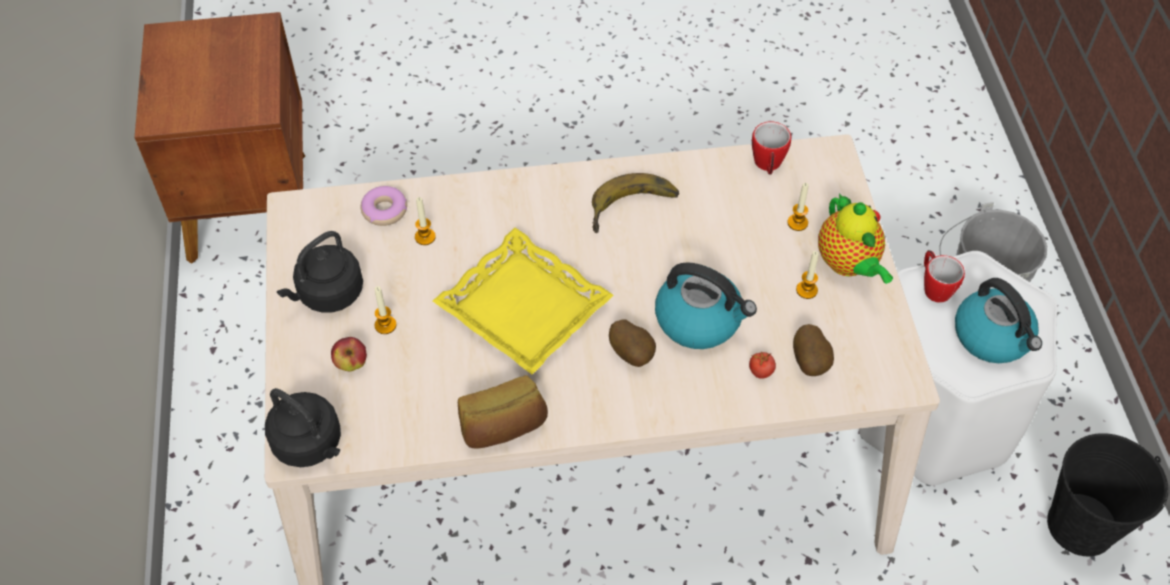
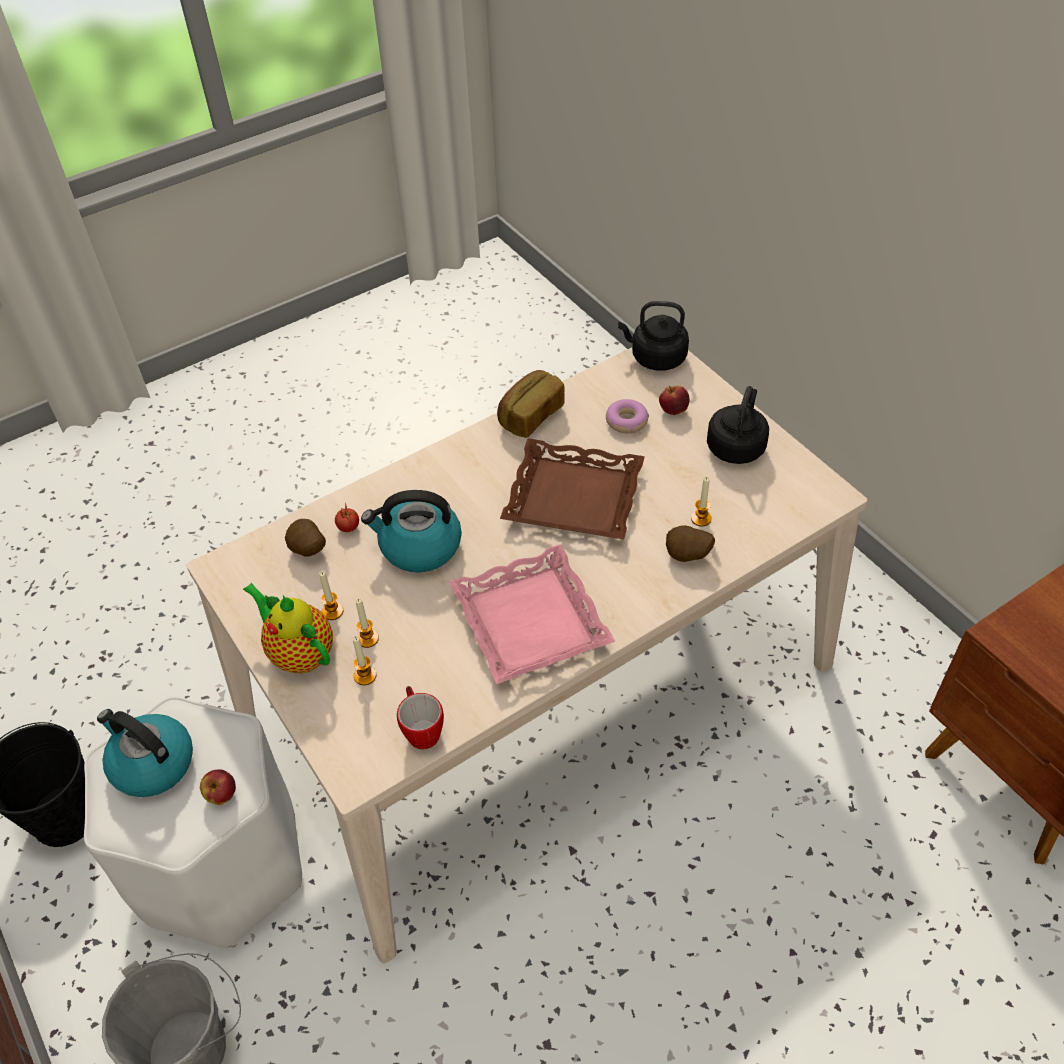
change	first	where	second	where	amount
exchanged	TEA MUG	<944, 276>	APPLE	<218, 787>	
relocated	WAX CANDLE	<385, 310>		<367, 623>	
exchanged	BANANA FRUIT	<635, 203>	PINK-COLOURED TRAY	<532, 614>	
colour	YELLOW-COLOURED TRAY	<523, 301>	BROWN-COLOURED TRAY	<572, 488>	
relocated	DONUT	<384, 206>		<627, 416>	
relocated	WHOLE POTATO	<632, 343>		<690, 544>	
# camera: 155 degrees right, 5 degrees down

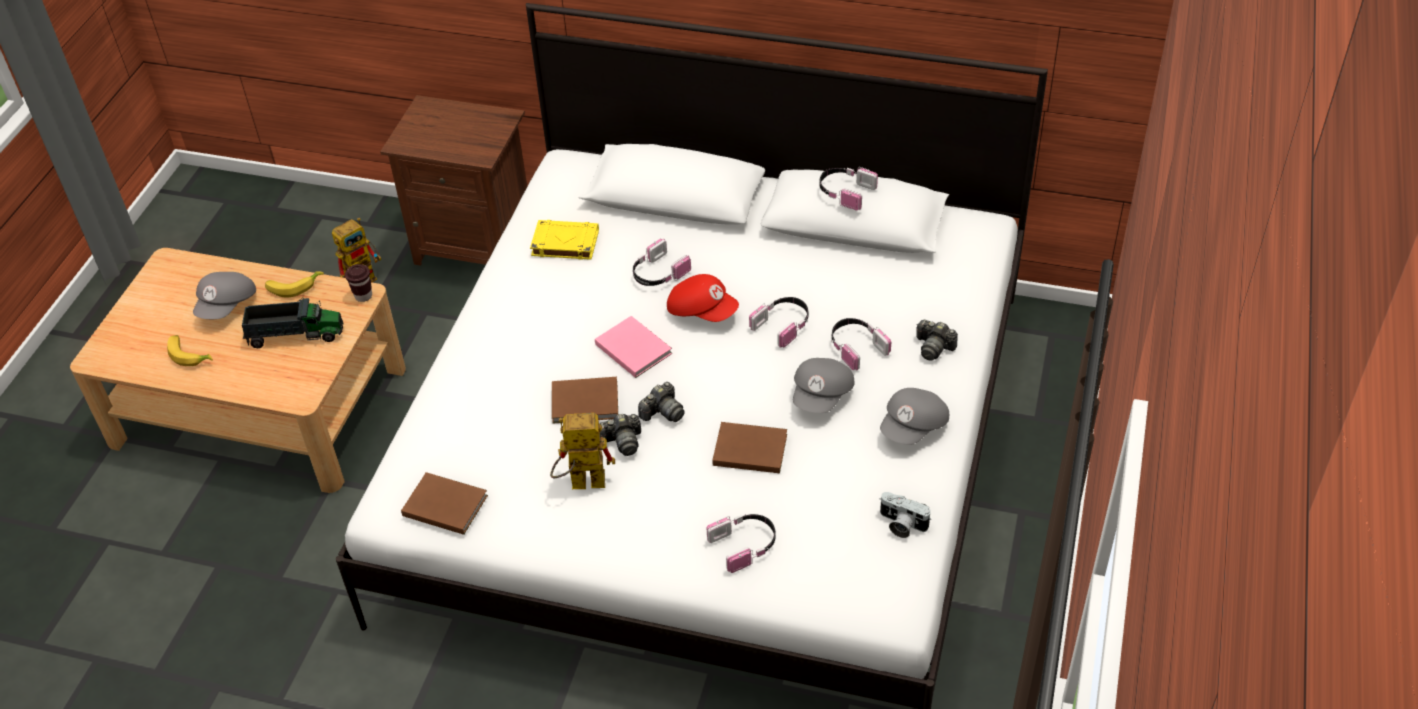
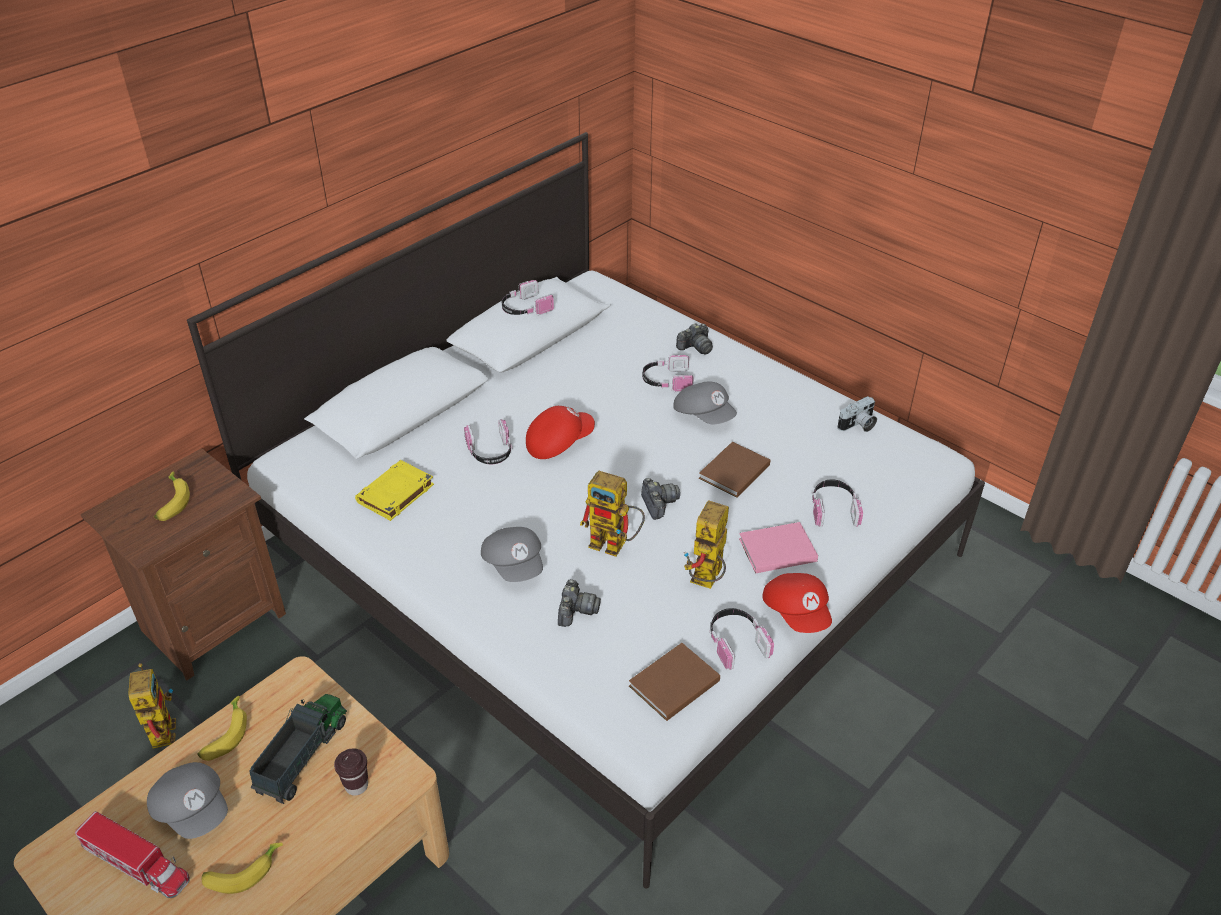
change	first	where	second	where	amount
appeared			TOY TRUCK	<132, 854>	
appeared			BANANA FRUIT	<172, 496>	
relocated	BROWN-COLOURED DRINKING CUP	<358, 283>		<351, 772>	
relocated	GREY PEAKED CAP	<914, 416>		<512, 554>	
relocated	STILL CAMERA	<620, 435>		<579, 603>	
exchanged	BROWN-COLOURED VOLUME	<585, 400>	TOY ROBOT	<612, 514>	
relocated	HEADPHONES	<778, 322>		<741, 639>	
relocated	PINK-COLOURED VOLUME	<633, 347>		<778, 547>	
appeared			RED-COLOURED PEAKED CAP	<797, 603>	
# camera: 65 degrees left, 5 degrees down

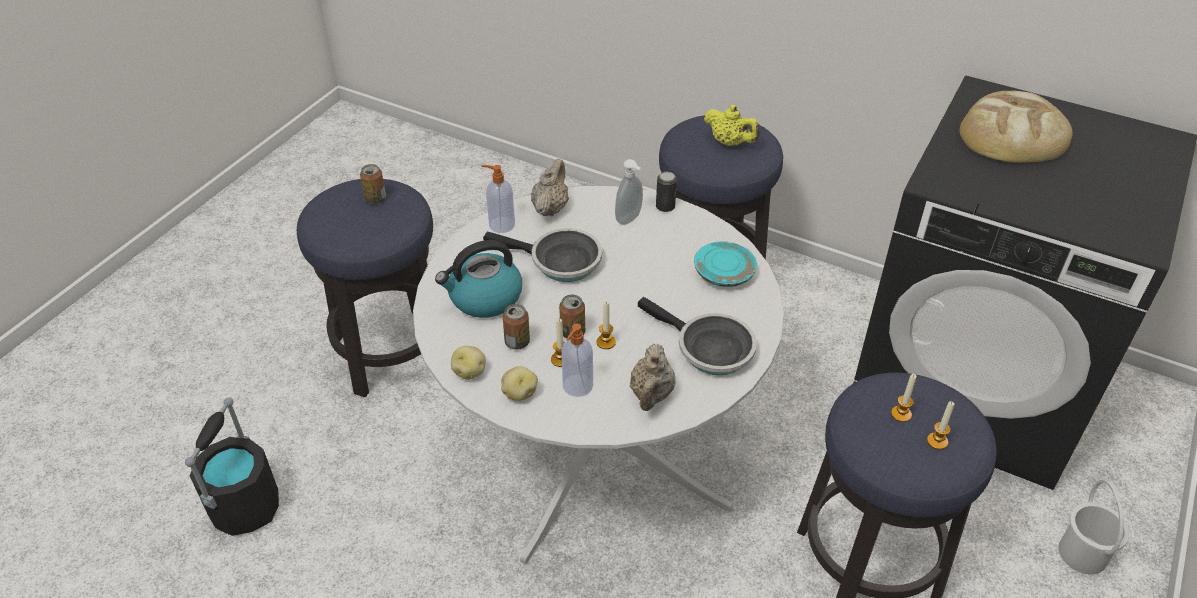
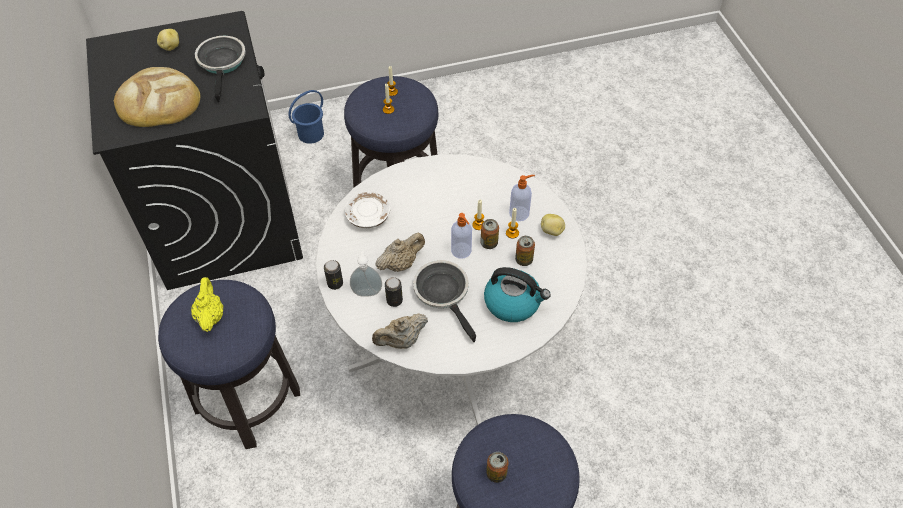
change	first	where	second	where	amount
relocated	WHOLE POTATO	<468, 363>		<168, 40>	
relocated	PAN	<697, 336>		<220, 69>	
colour	WHITE WATER BUCKET	<1093, 527>	BLUE-COLOURED WATER BUCKET	<306, 117>	
colour	TURQUOISE-COLOURED PLATE	<725, 264>	WHITE PLATE	<367, 210>	
relocated	BEIGE-COLOURED POT FOR TEA	<652, 377>		<400, 252>	
appeared			CAN	<394, 292>	
relocated	SOAP DISPENSER	<498, 199>		<461, 236>	
missing	BLACKISH WATER BUCKET	<232, 466>			
# camera: 135 degrees left, 10 degrees up

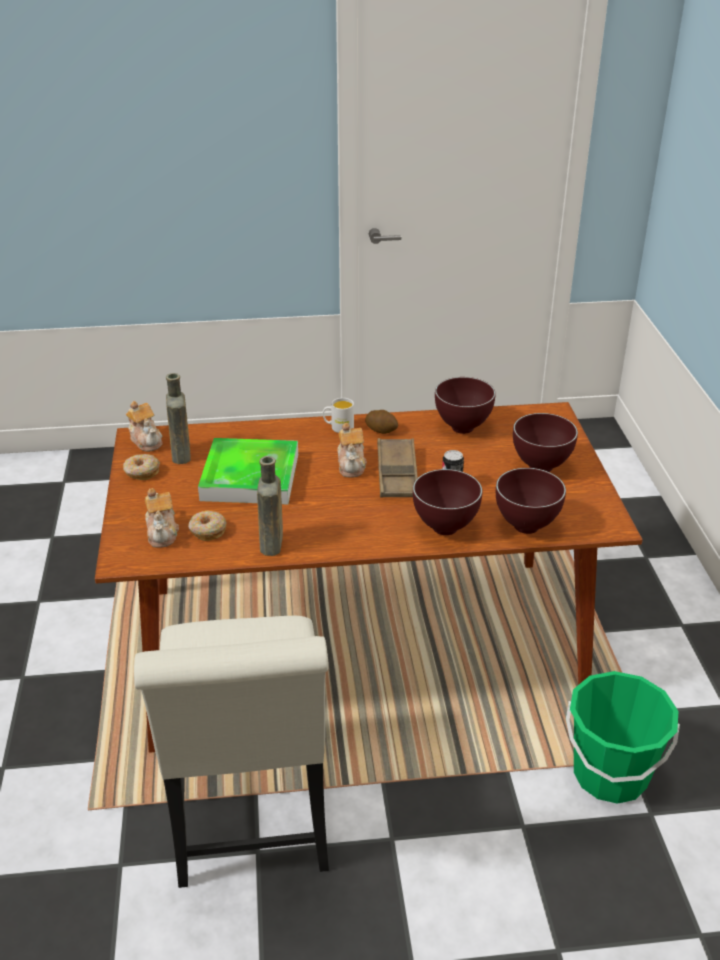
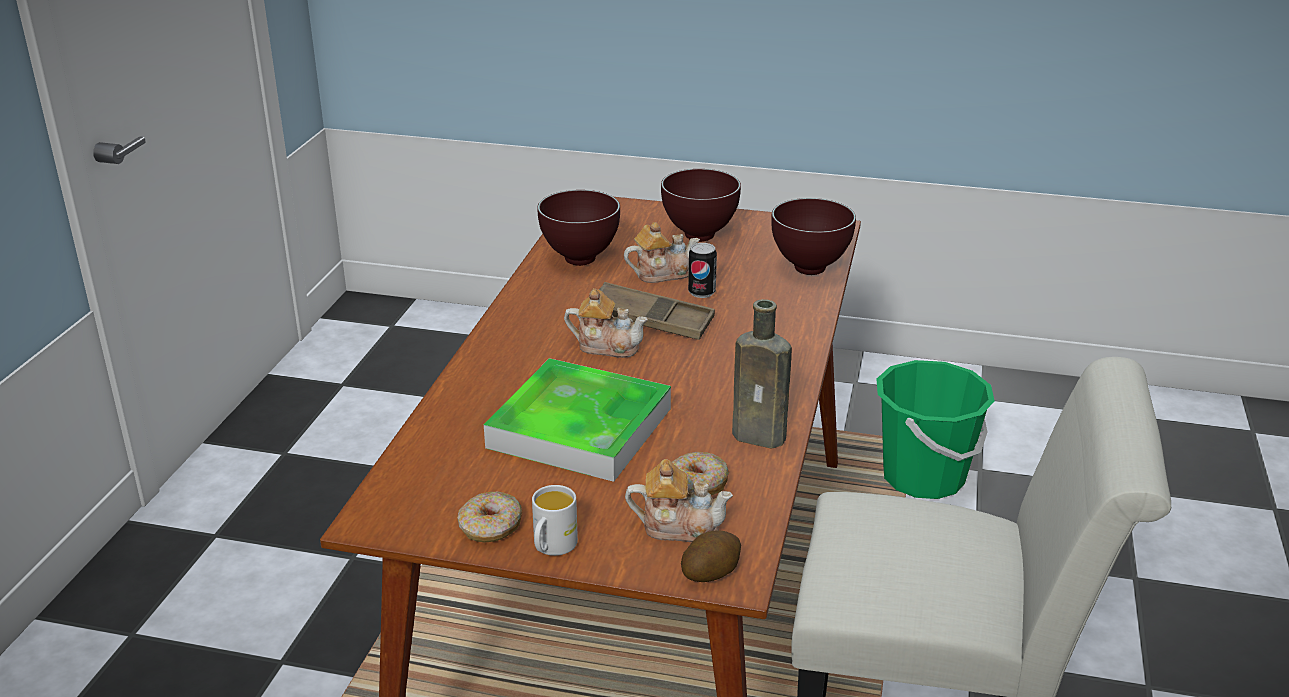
change	first	where	second	where	amount
relocated	WHITE TEA MUG	<338, 415>		<555, 520>	
relocated	POT FOR TEA	<144, 426>		<662, 252>	
relocated	WHOLE POTATO	<381, 422>		<711, 556>	
missing	BROWN-COLOURED BEVERAGE BOTTLE	<178, 418>			
missing	BROWN-COLOURED SERVING BOWL	<448, 502>			
# camera: 70 degrees left, 5 degrees down

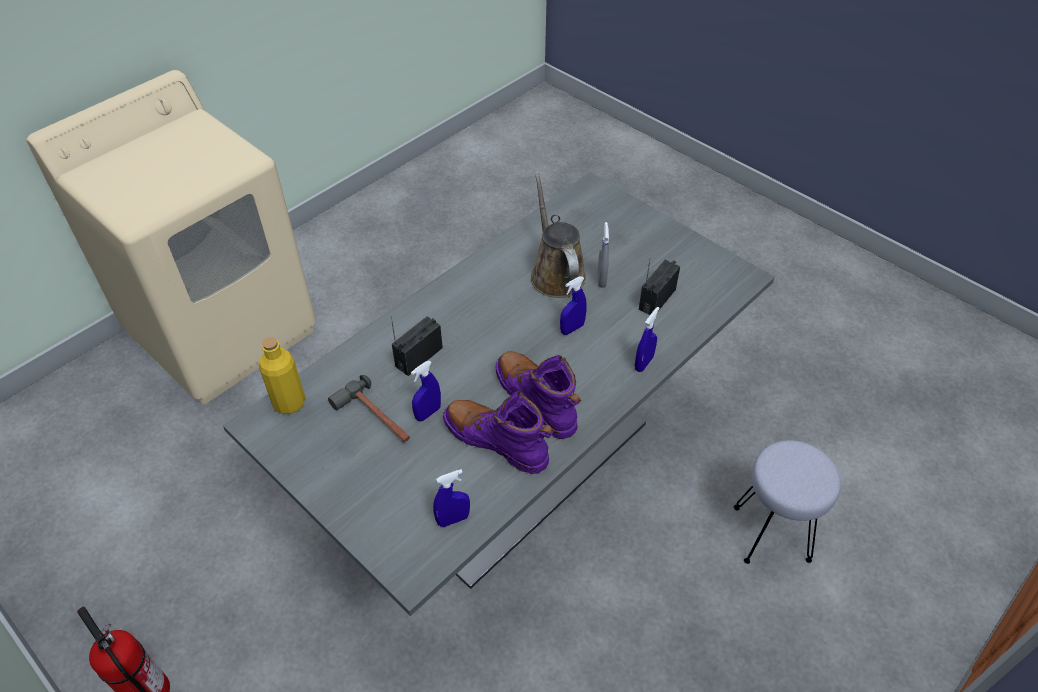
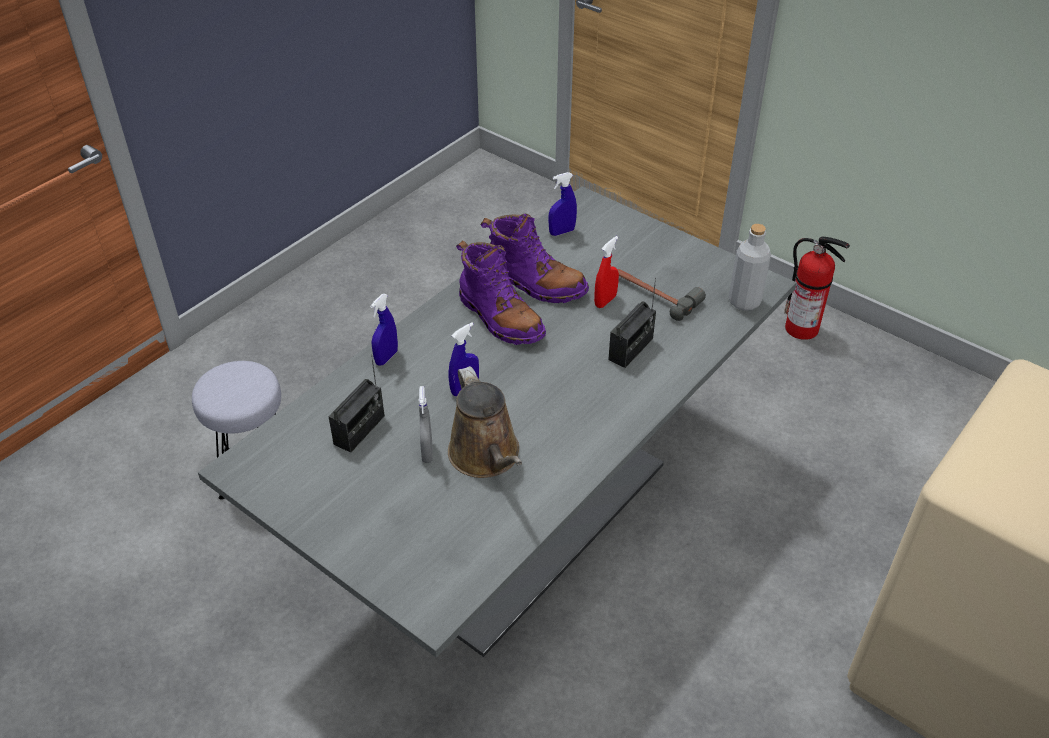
change	first	where	second	where	amount
colour	BLUE-COLOURED SPRAYER	<426, 391>	RED-COLOURED SPRAYER	<606, 272>	
colour	YELLOW-COLOURED BEVERAGE BOTTLE	<282, 375>	GREY BEVERAGE BOTTLE	<750, 267>	
# camera: 175 degrees right, 5 degrees down

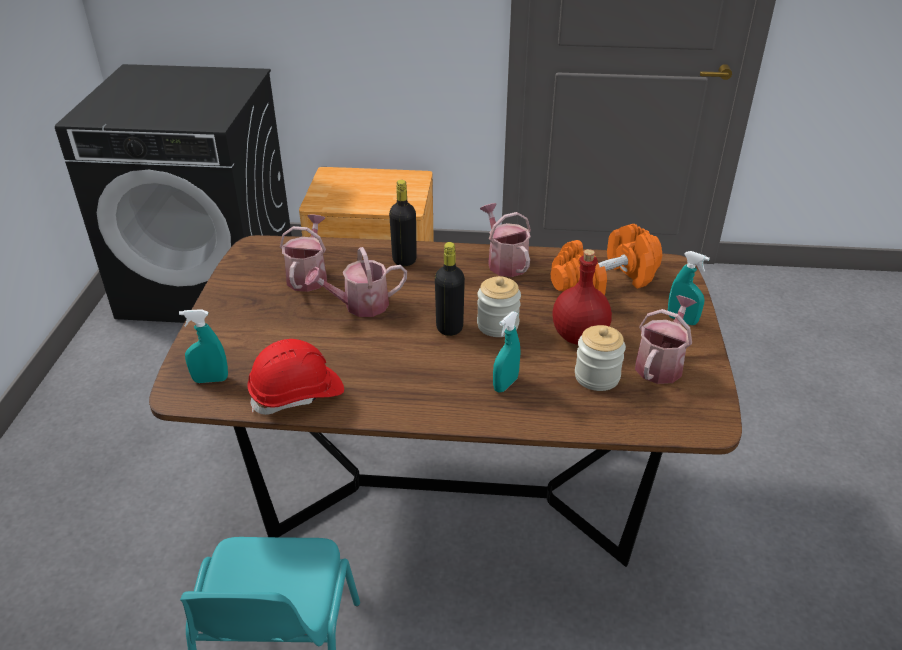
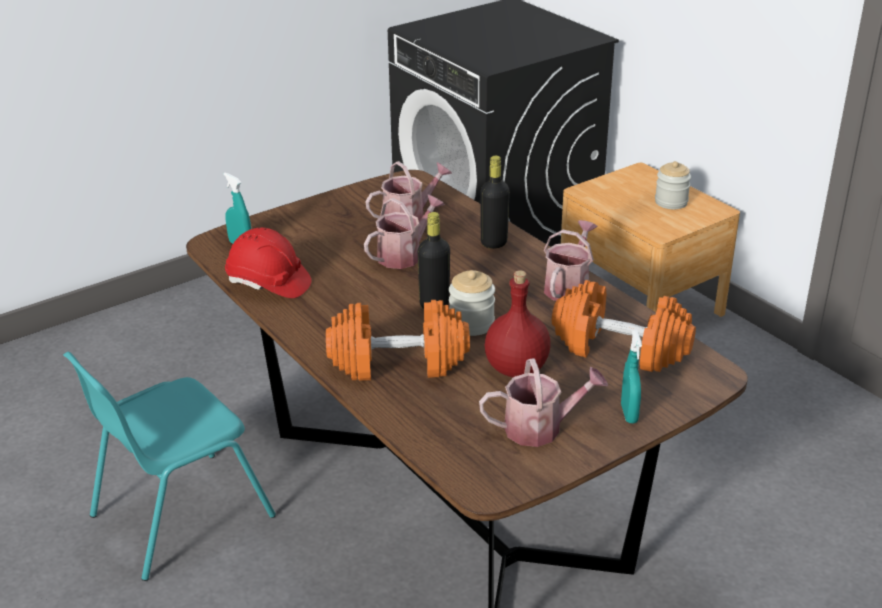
change	first	where	second	where	amount
exchanged	TURQUOISE-COLOURED SPRAYER	<507, 352>	ORANGE-COLOURED FREE WEIGHT	<398, 340>	
spun	SPRINKLING CAN	<356, 282>		<404, 232>	105 degrees clockwise
relocated	JAR	<600, 358>		<673, 185>	
# camera: 50 degrees right, 5 degrees down

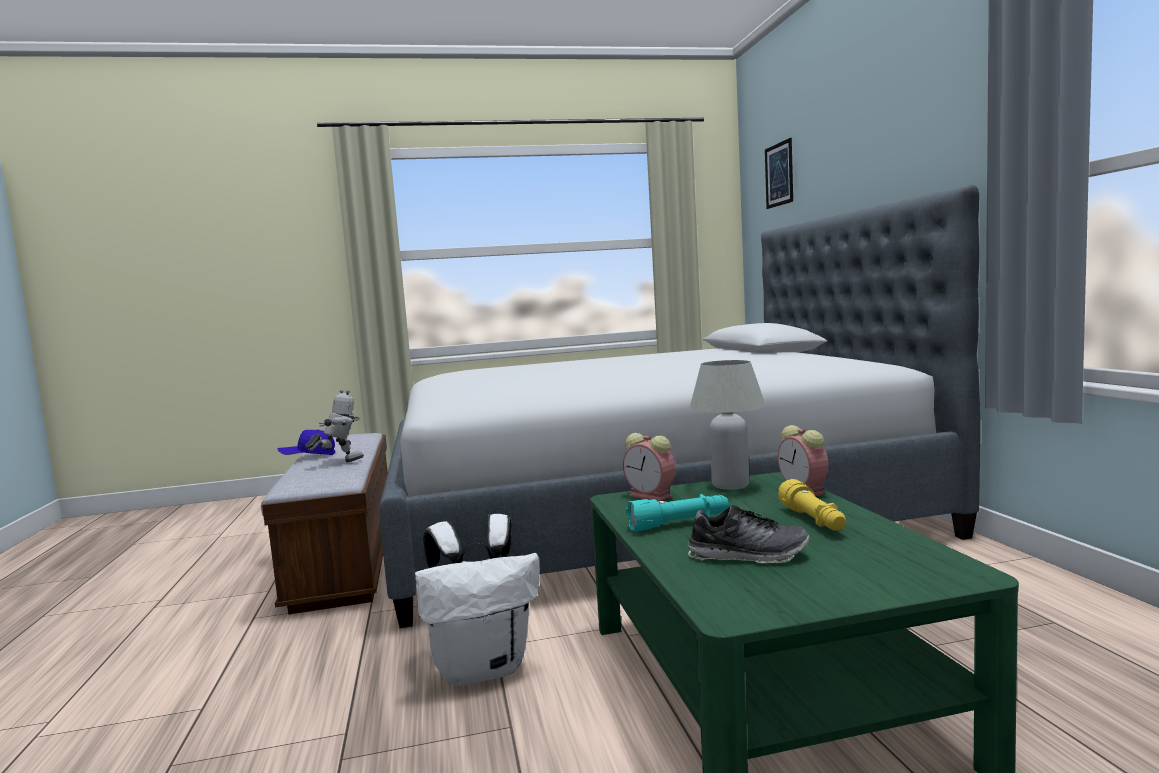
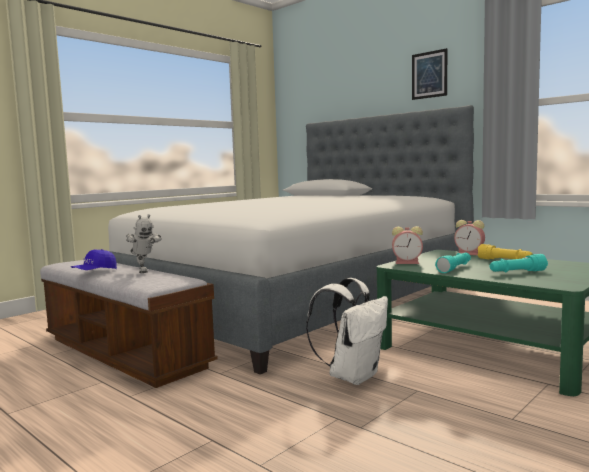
change	first	where	second	where	amount
spun	TOY ROBOT	<334, 425>		<144, 243>	135 degrees clockwise
relocated	WALL ART	<779, 173>		<429, 74>	
exchanged	SHOE	<748, 534>	TURQUOISE-COLOURED TORCH	<519, 263>	
missing	WHITE LAMP FOR A TABLE	<728, 425>			
# camera: 35 degrees left, 0 degrees up

